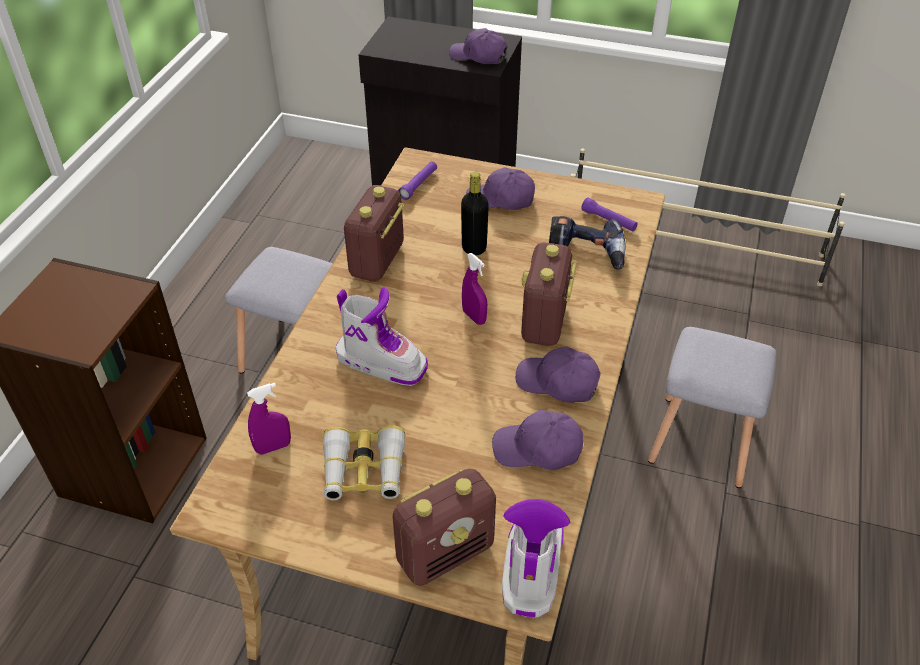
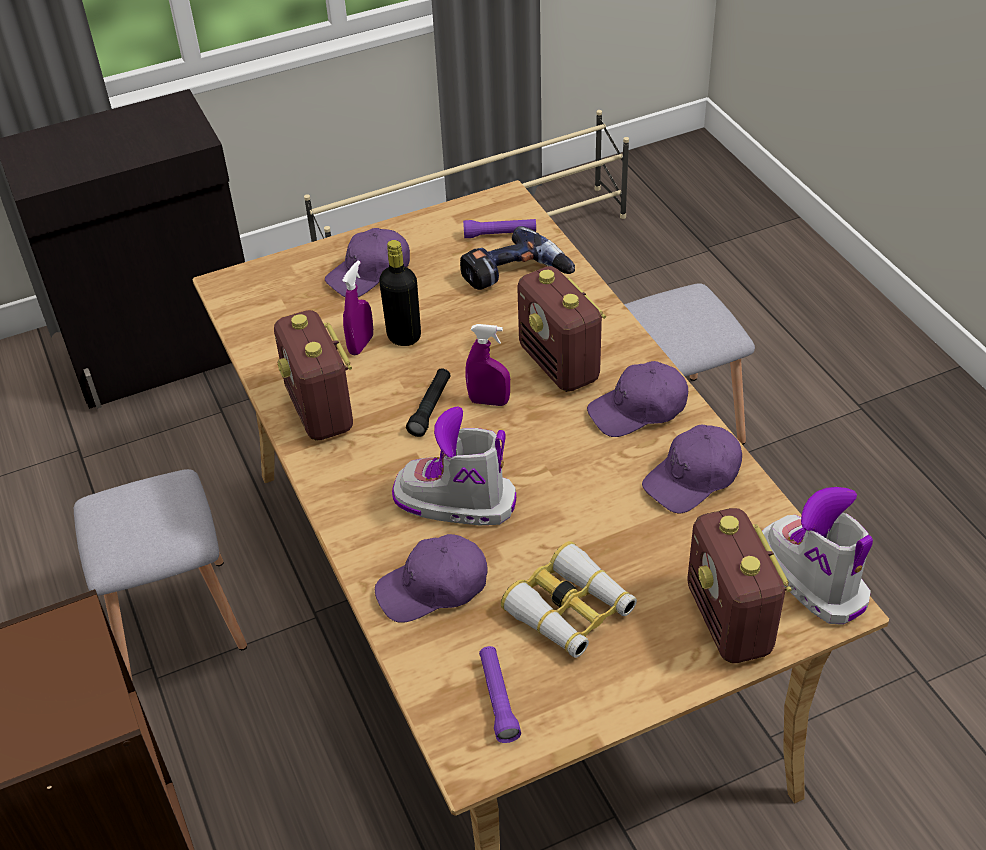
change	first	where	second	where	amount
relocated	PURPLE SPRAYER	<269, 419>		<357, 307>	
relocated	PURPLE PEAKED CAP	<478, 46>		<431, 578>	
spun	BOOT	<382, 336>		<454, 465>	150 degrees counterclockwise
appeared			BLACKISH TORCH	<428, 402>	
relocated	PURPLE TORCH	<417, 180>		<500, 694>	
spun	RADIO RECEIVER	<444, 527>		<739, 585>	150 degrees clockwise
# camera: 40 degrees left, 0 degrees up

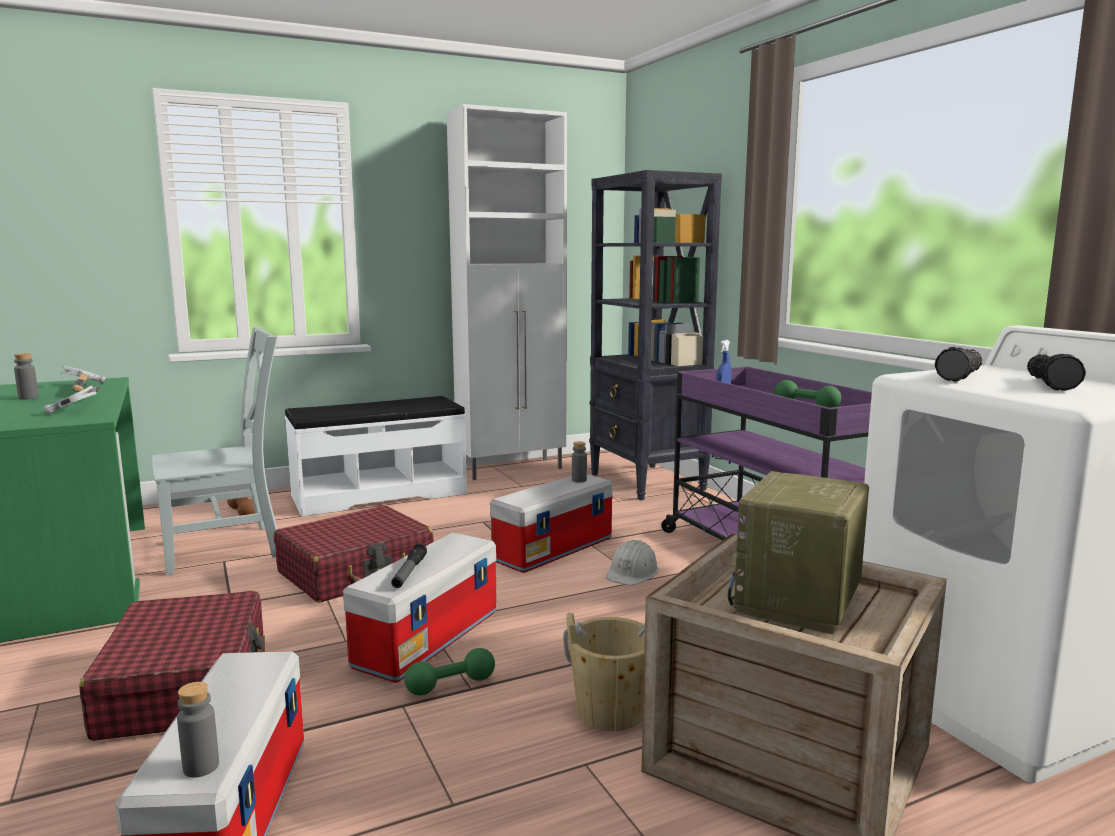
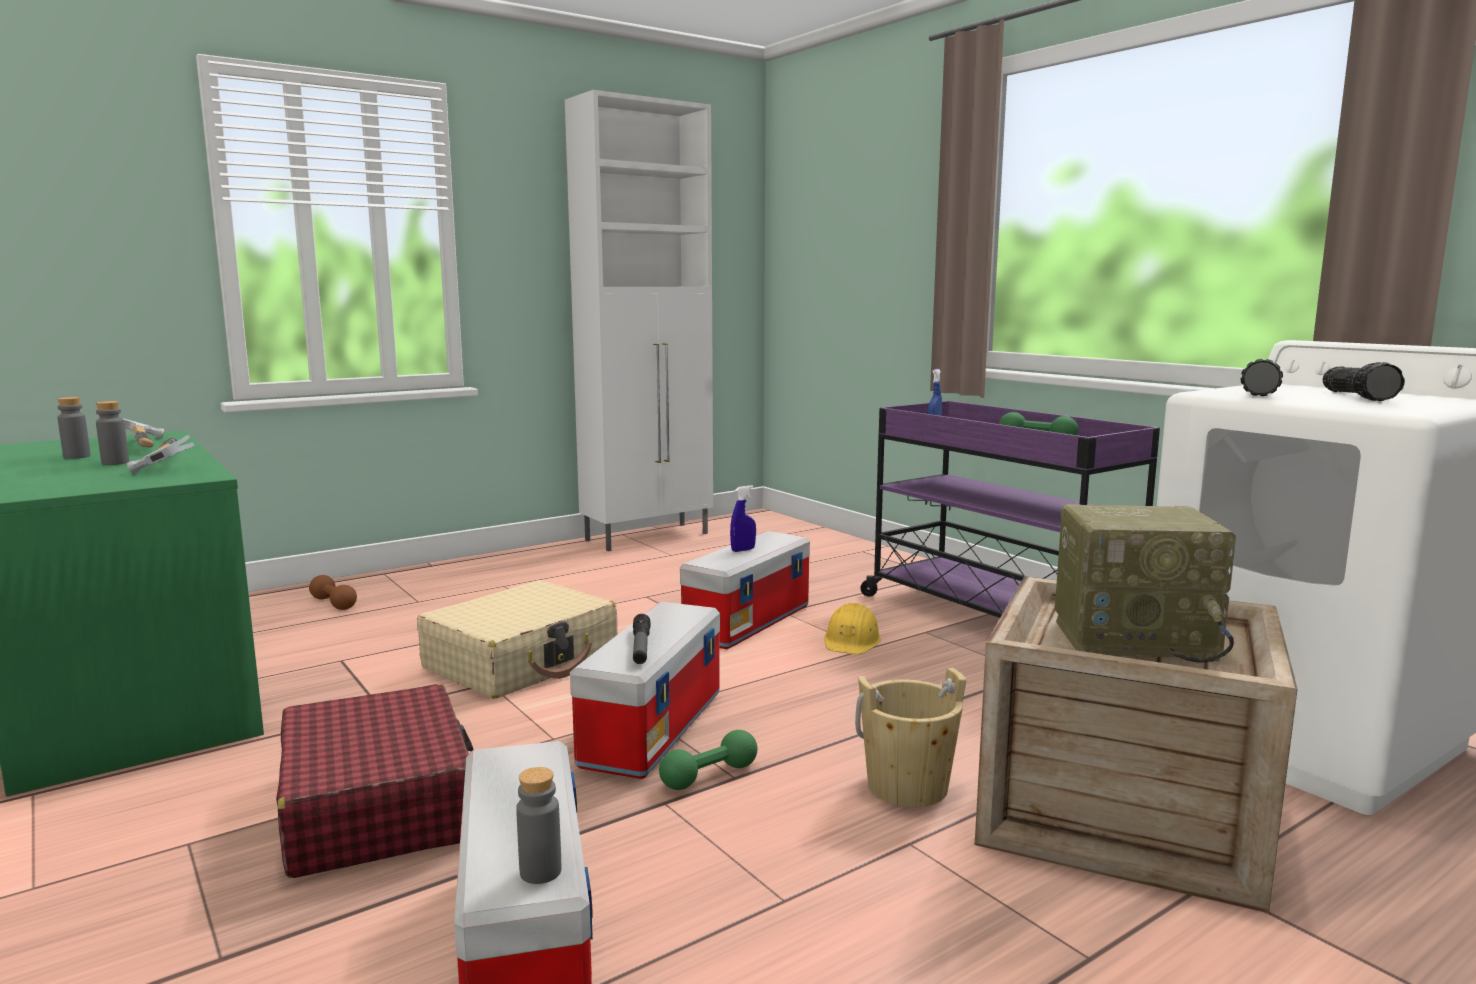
change	first	where	second	where	amount
relocated	GREY BEVERAGE BOTTLE	<579, 462>		<112, 433>	
colour	RED-COLOURED SUITCASE	<354, 554>	BEIGE-COLOURED SUITCASE	<517, 639>	
appeared			BLUE-COLOURED SPRAYER	<743, 518>	
colour	WHITE SAFETY HELMET	<632, 562>	YELLOW-COLOURED SAFETY HELMET	<852, 628>	
spun	RADIO RECEIVER	<798, 552>		<1145, 583>	105 degrees counterclockwise
missing	GREY PLAIN CHAIR	<215, 451>			
missing	WHITE INDOOR BENCH	<376, 456>			
missing	BLACKISH SHELVING UNIT	<655, 335>			
# camera: 10 degrees left, 0 degrees up

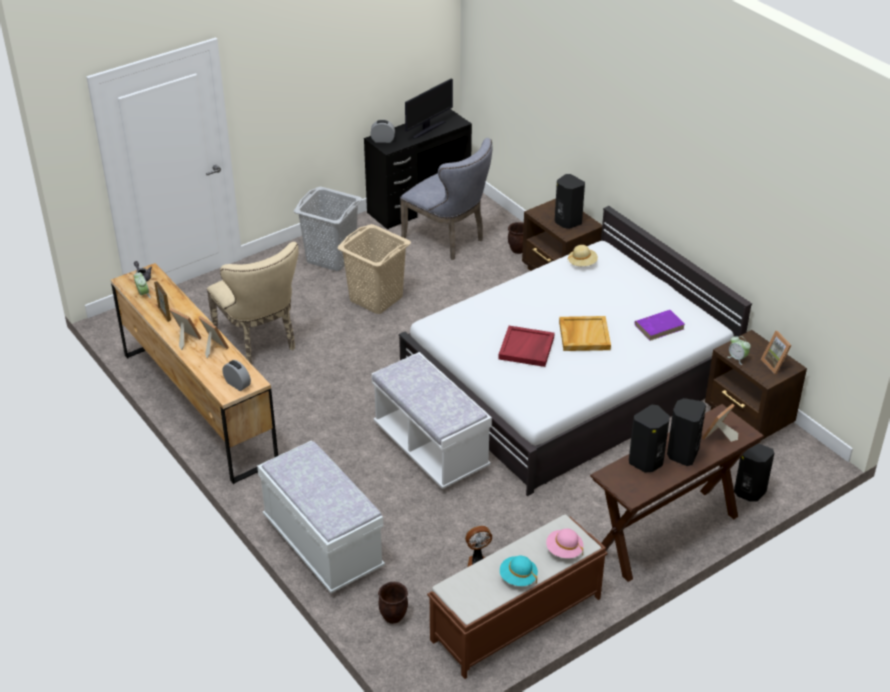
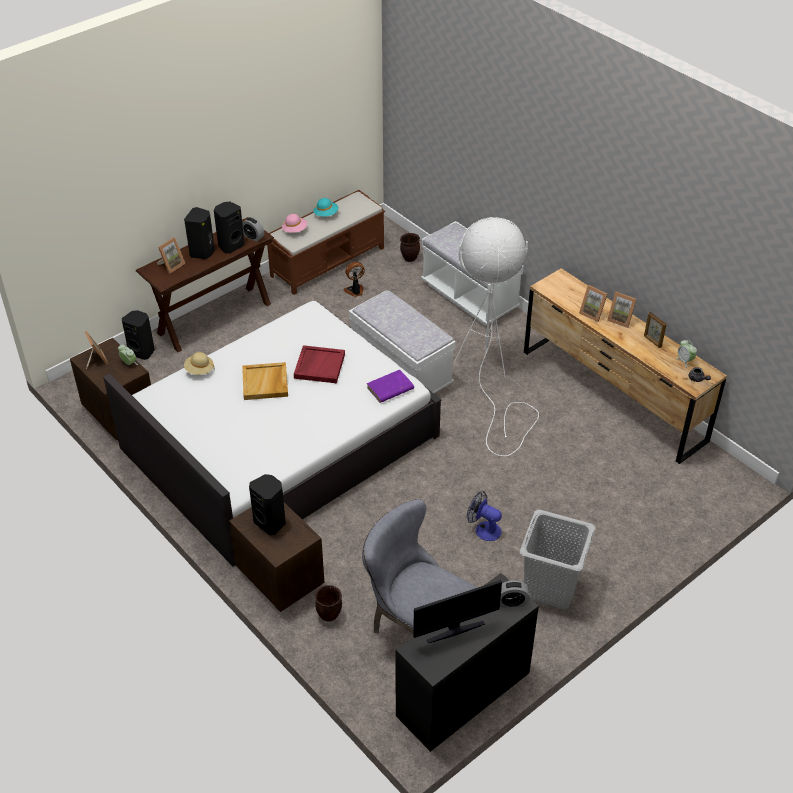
change	first	where	second	where	amount
relocated	BEIGE-COLOURED WEARABLE HAT	<582, 255>		<199, 363>	
relocated	ALARM CLOCK	<236, 375>		<253, 229>	
relocated	PURPLE VOLUME	<660, 325>		<390, 386>	
spun	MONITOR	<429, 108>		<457, 612>	150 degrees counterclockwise
appeared			WHITE STANDARD LAMP	<496, 336>	
exchanged	BEIGE-COLOURED HAMPER	<374, 269>	ELECTRIC FAN	<484, 516>	
missing	BEIGE-COLOURED PLAIN CHAIR	<253, 303>			
# camera: 175 degrees right, 5 degrees up

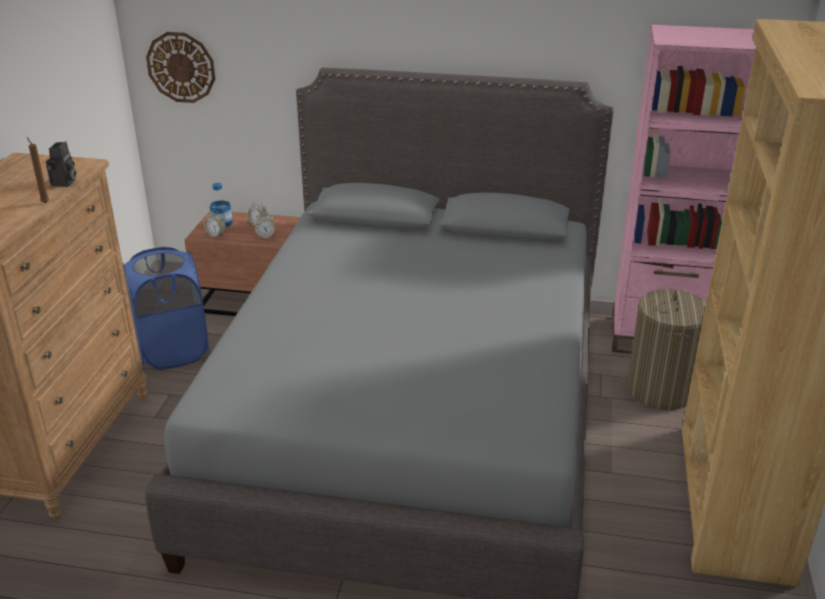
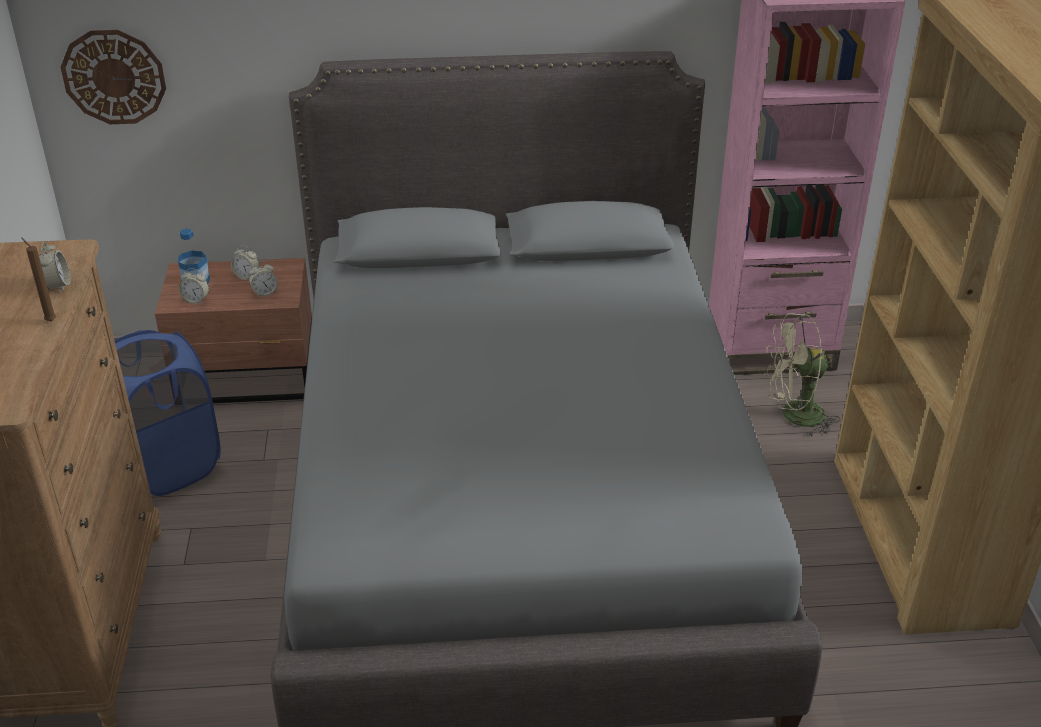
change	first	where	second	where	amount
exchanged	STILL CAMERA	<61, 164>	ALARM CLOCK	<55, 267>	
exchanged	HAMPER	<666, 349>	BEIGE-COLOURED ELECTRIC FAN	<802, 375>	
# camera: 15 degrees left, 5 degrees up

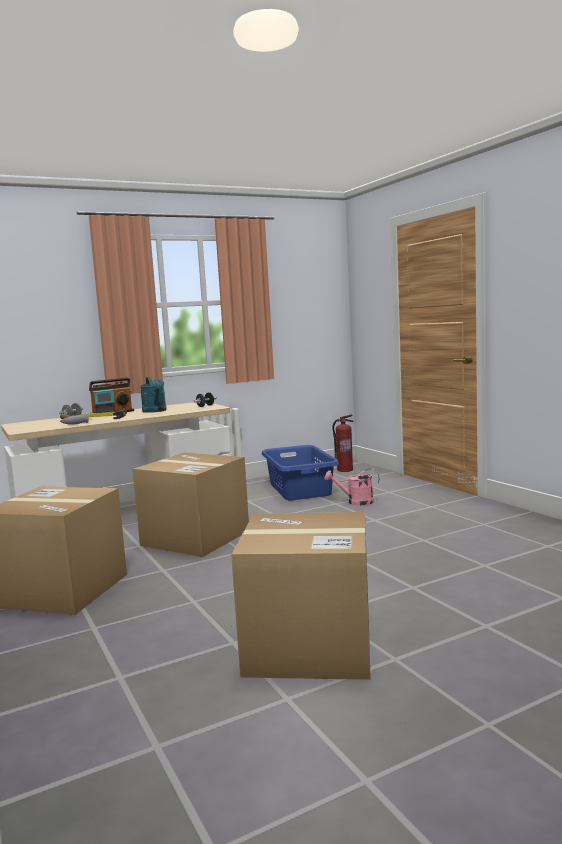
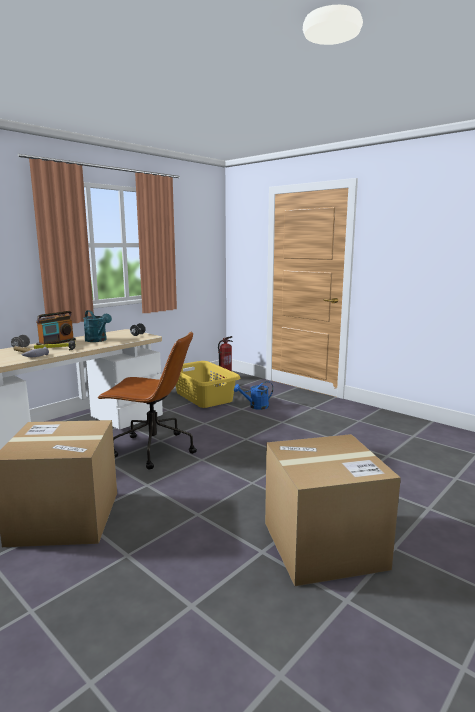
change	first	where	second	where	amount
exchanged	CARTON	<191, 505>	BROWN-COLOURED COMPUTER CHAIR	<147, 400>	
colour	BLUE-COLOURED HAMPER	<300, 472>	YELLOW-COLOURED HAMPER	<208, 384>	
colour	PINK-COLOURED SPRINKLING CAN	<351, 487>	BLUE-COLOURED SPRINKLING CAN	<253, 395>	
# camera: 20 degrees left, 5 degrees up

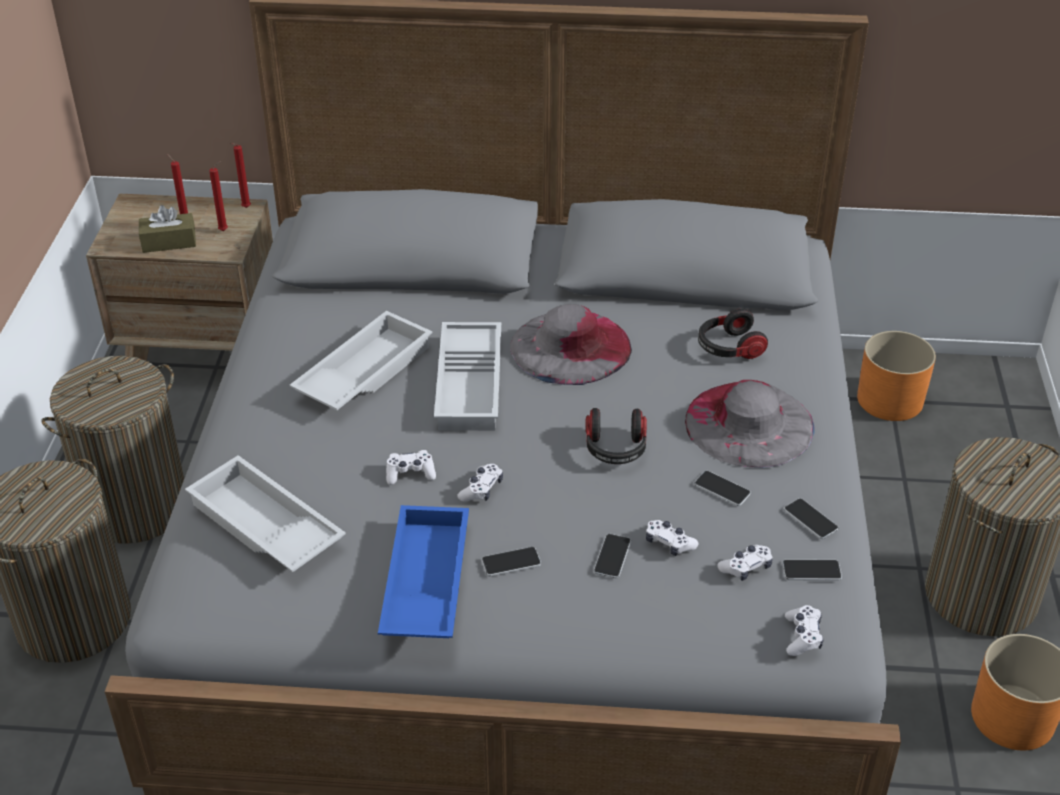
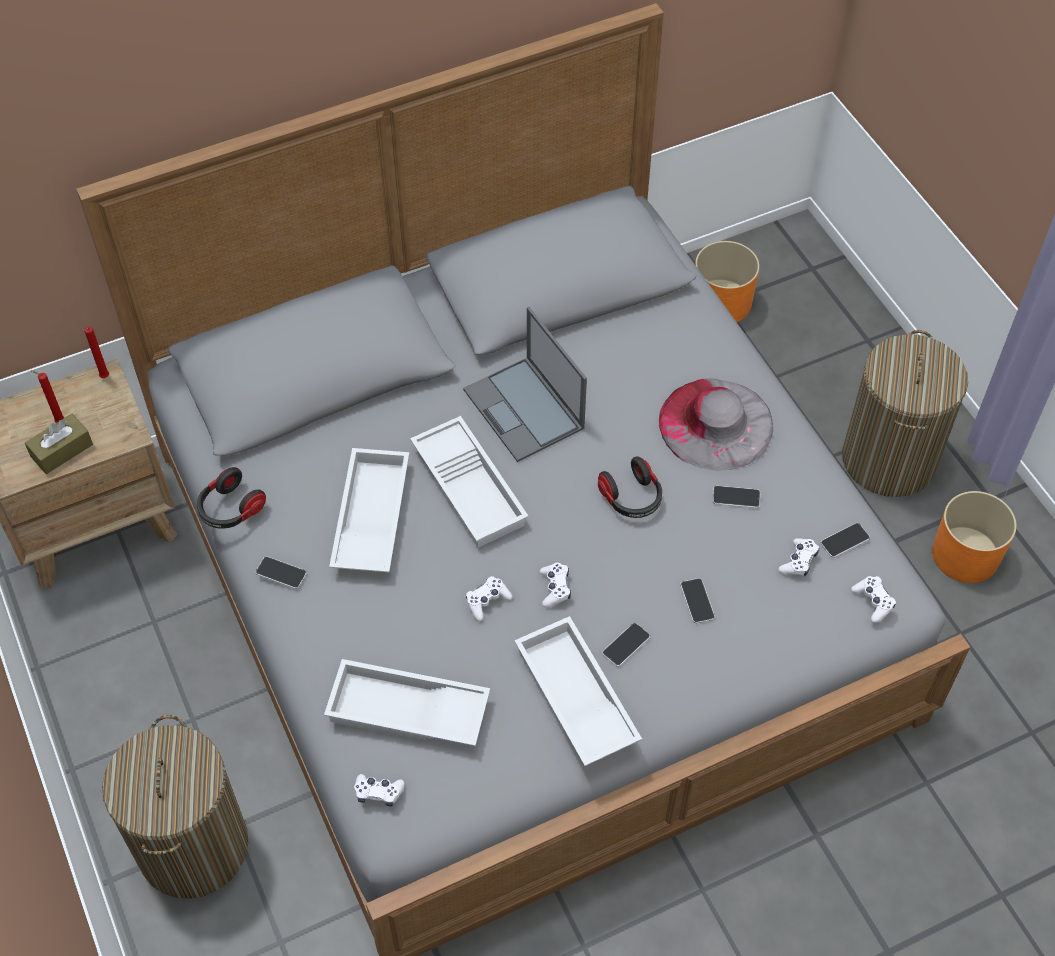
change	first	where	second	where	amount
relocated	HEADPHONES	<733, 333>		<231, 497>	
relocated	HANDSET	<811, 518>		<281, 572>	
relocated	WHITE GAMEPAD	<672, 538>		<379, 790>	
exchanged	GREY WEARABLE HAT	<571, 344>	PORTABLE COMPUTER	<525, 384>	
colour	BLUE-COLOURED TRAY	<423, 571>	WHITE TRAY	<578, 691>	
missing	HAMPER	<112, 450>			
missing	RED-COLOURED WAX CANDLE	<218, 196>			
# camera: 30 degrees left, 15 degrees up

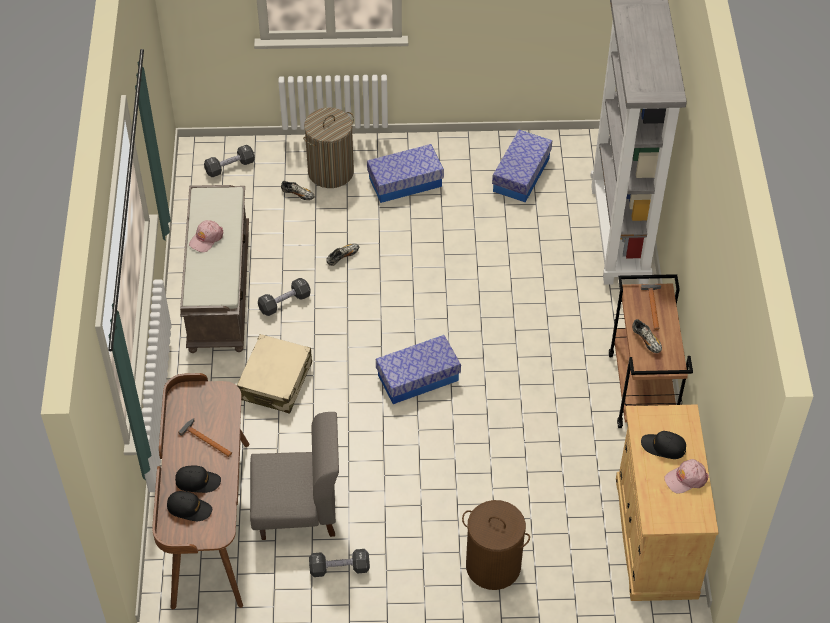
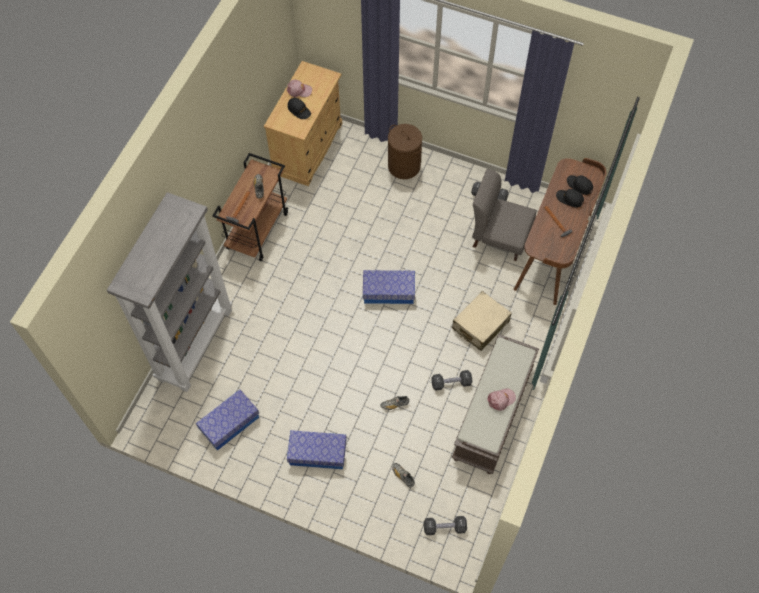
change	first	where	second	where	amount
missing	HAMPER	<328, 148>			
# camera: 155 degrees left, 10 degrees up

